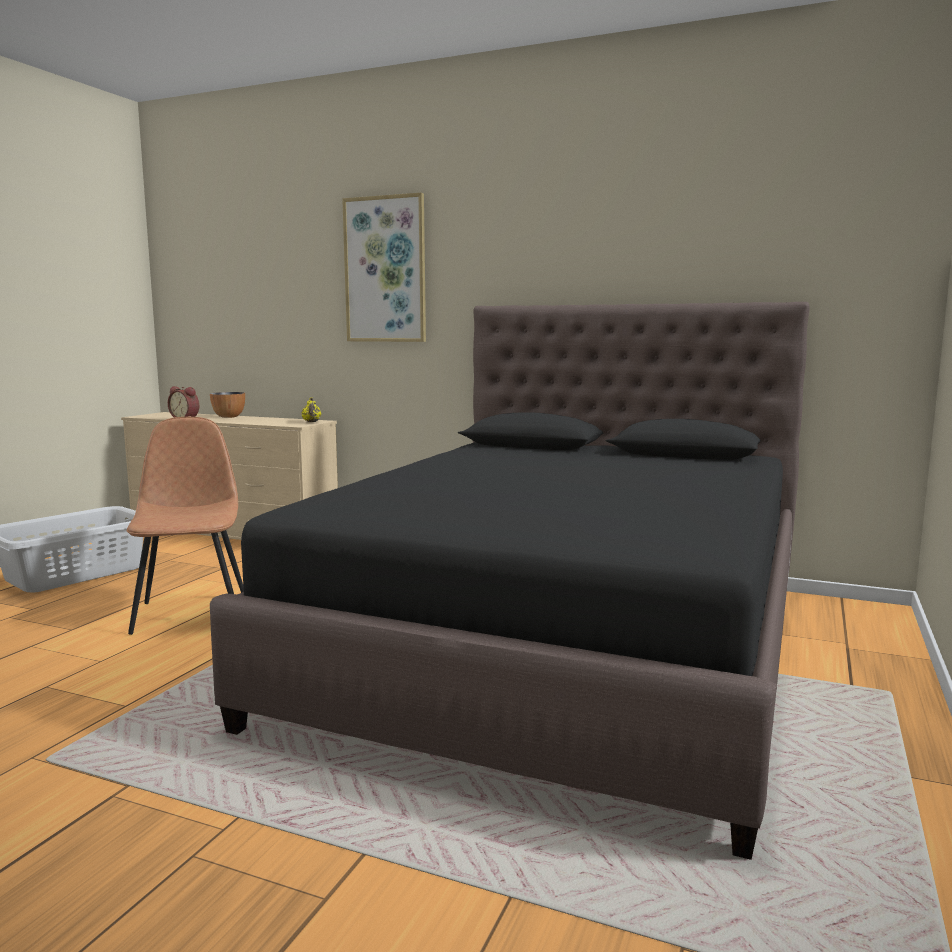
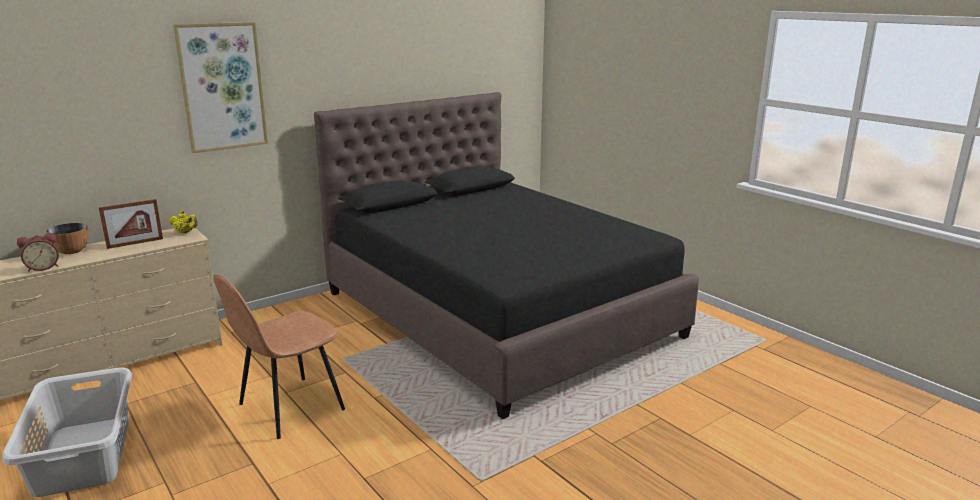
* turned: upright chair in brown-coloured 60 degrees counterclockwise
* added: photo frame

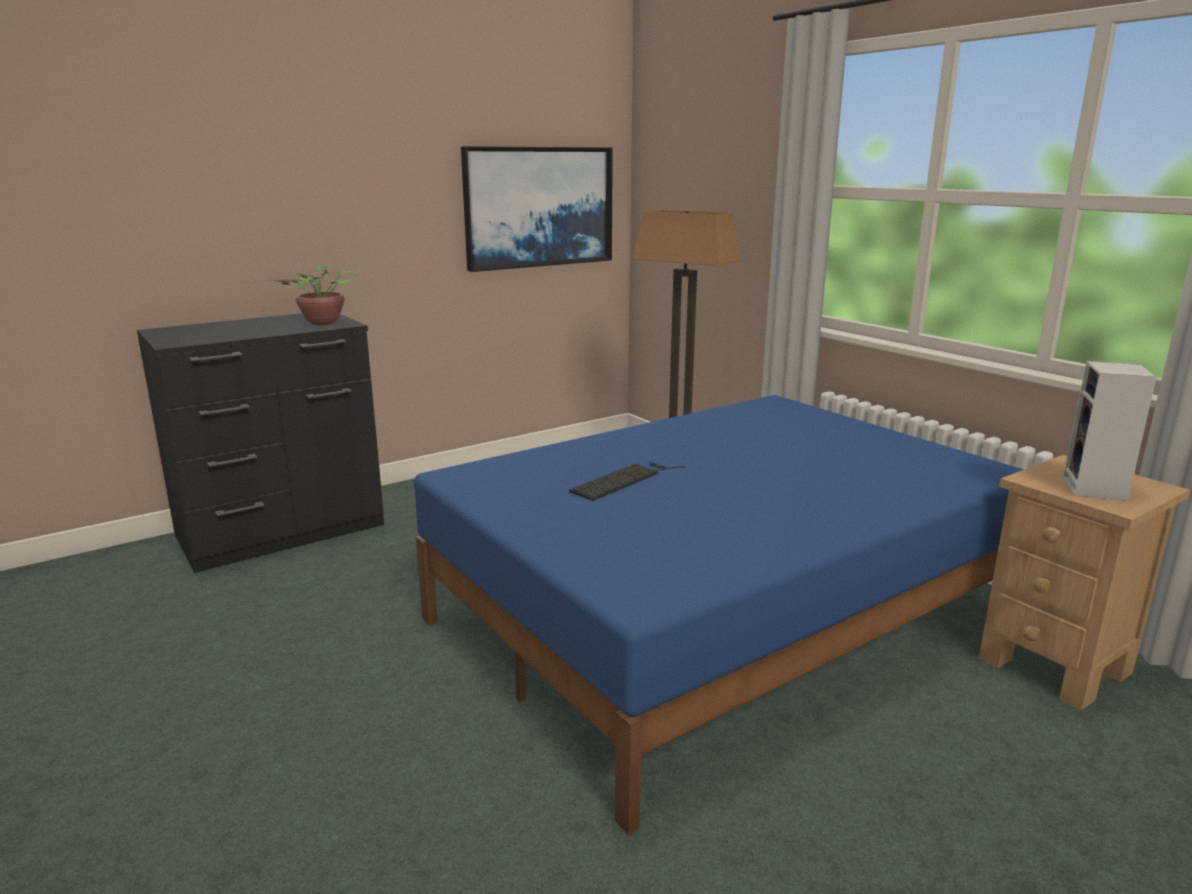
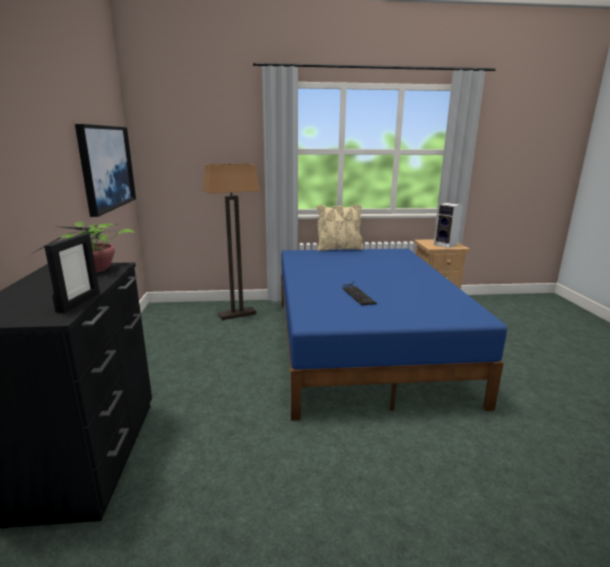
* added: photo frame
* added: pillow in beige-coloured

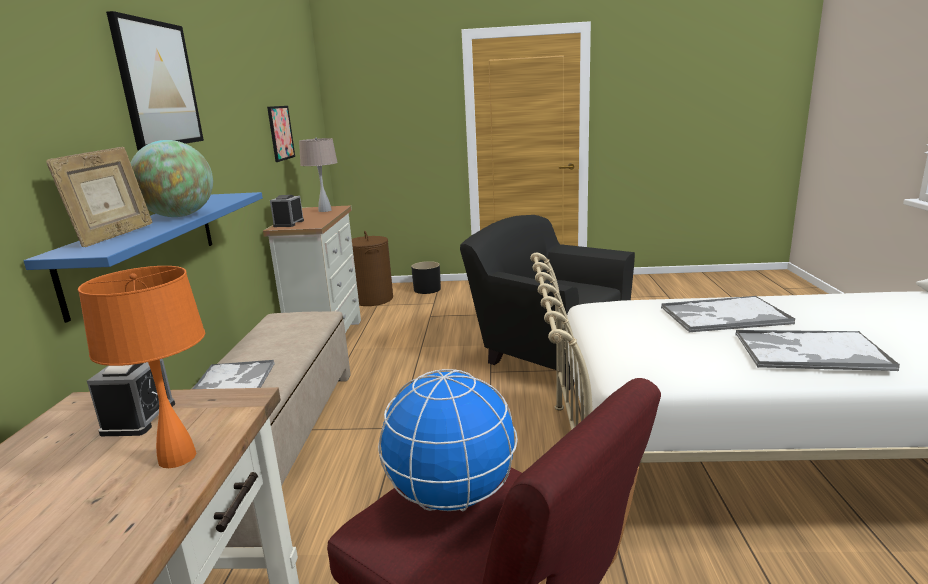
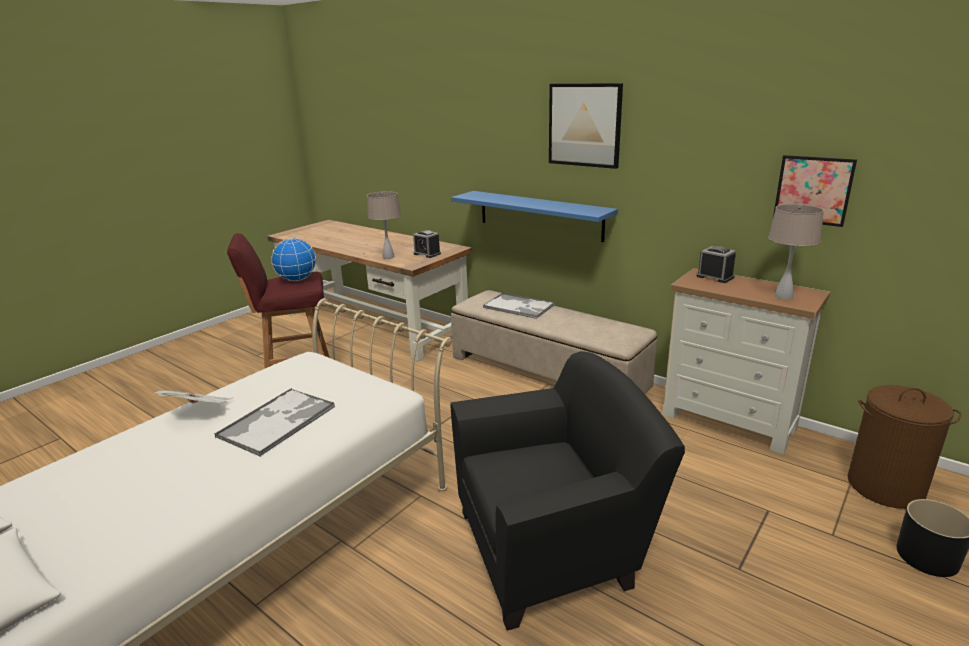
* removed: photo frame
* recoloured: table lamp in orange-coloured to table lamp in beige-coloured (1st from left)
* removed: globe (1st from left)
* replaced: tray (3rd from left) to newspaper

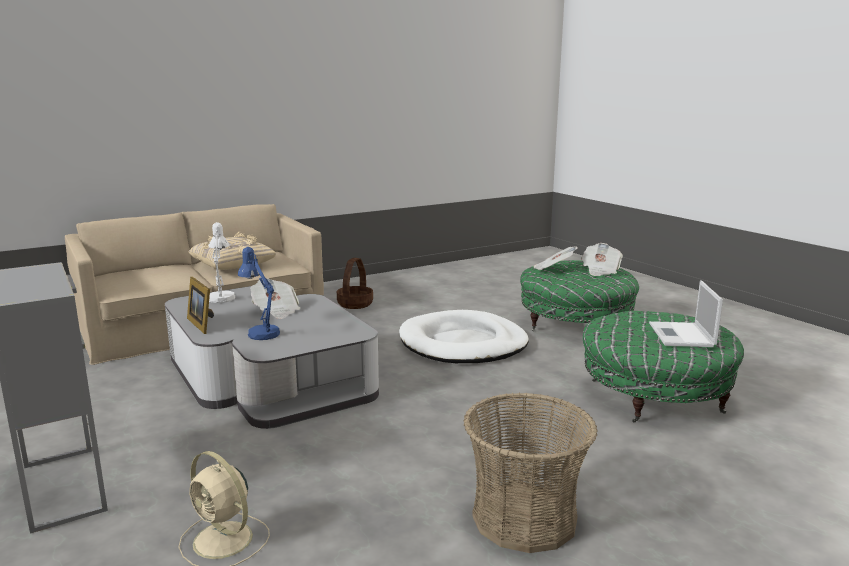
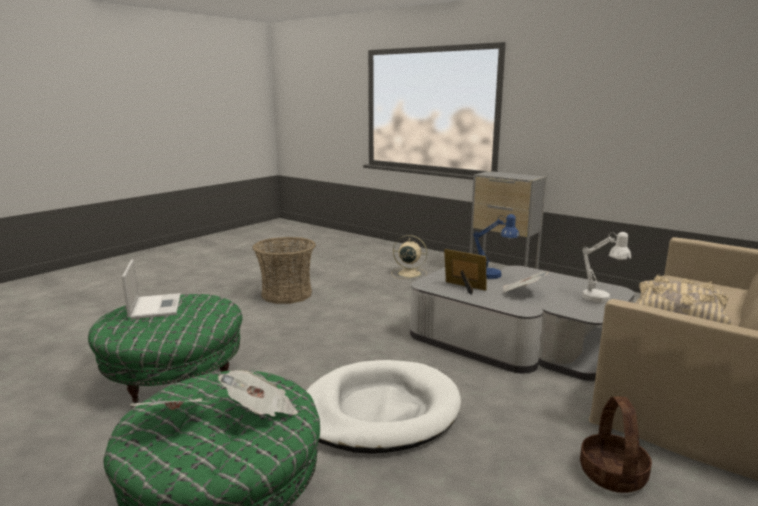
* moved: photo frame

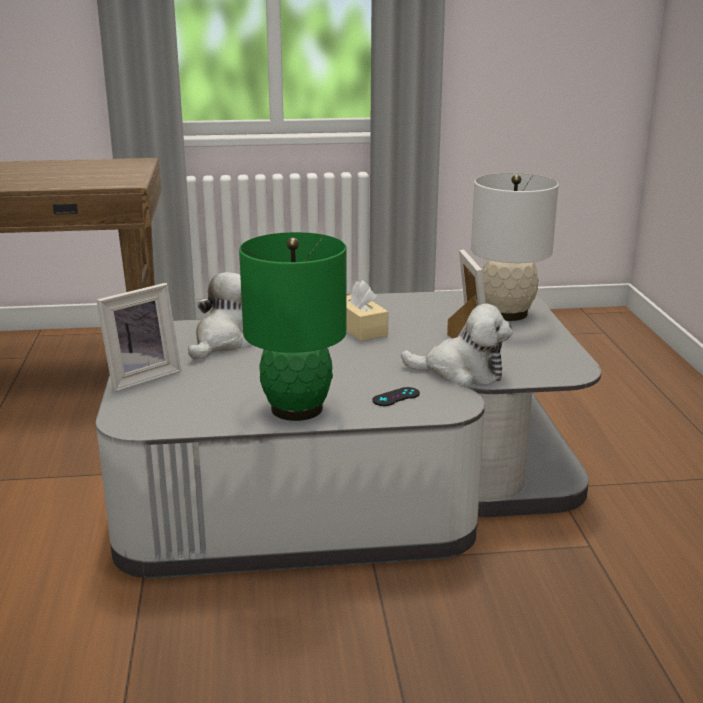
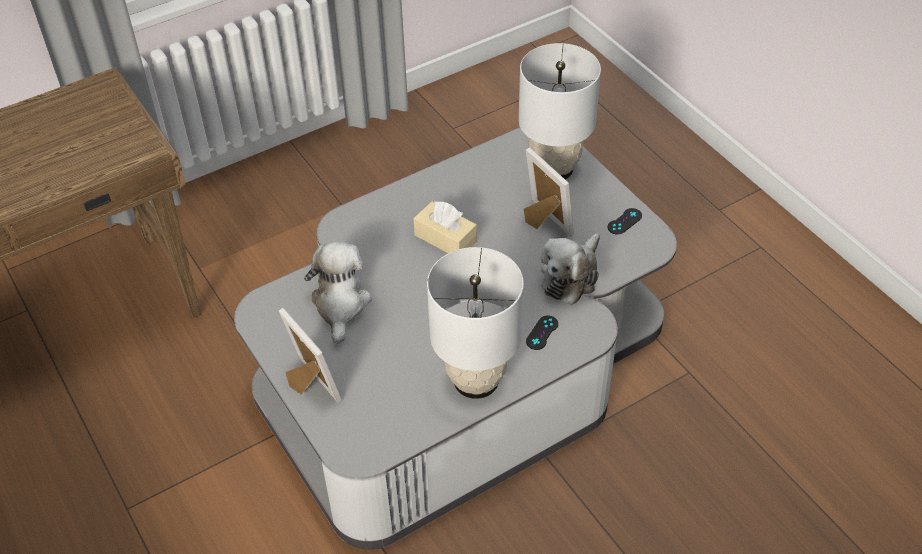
* turned: photo frame (1st from left) 60 degrees counterclockwise
* recoloured: table lamp in green-coloured to table lamp in whitish (1st from left)
* turned: plush toy (2nd from left) 135 degrees clockwise
* added: joypad in black (2nd from left)

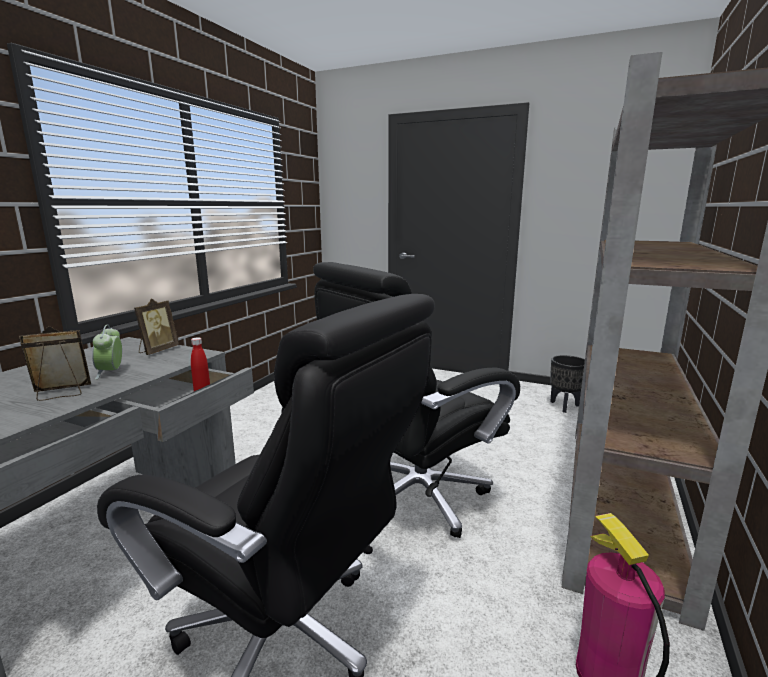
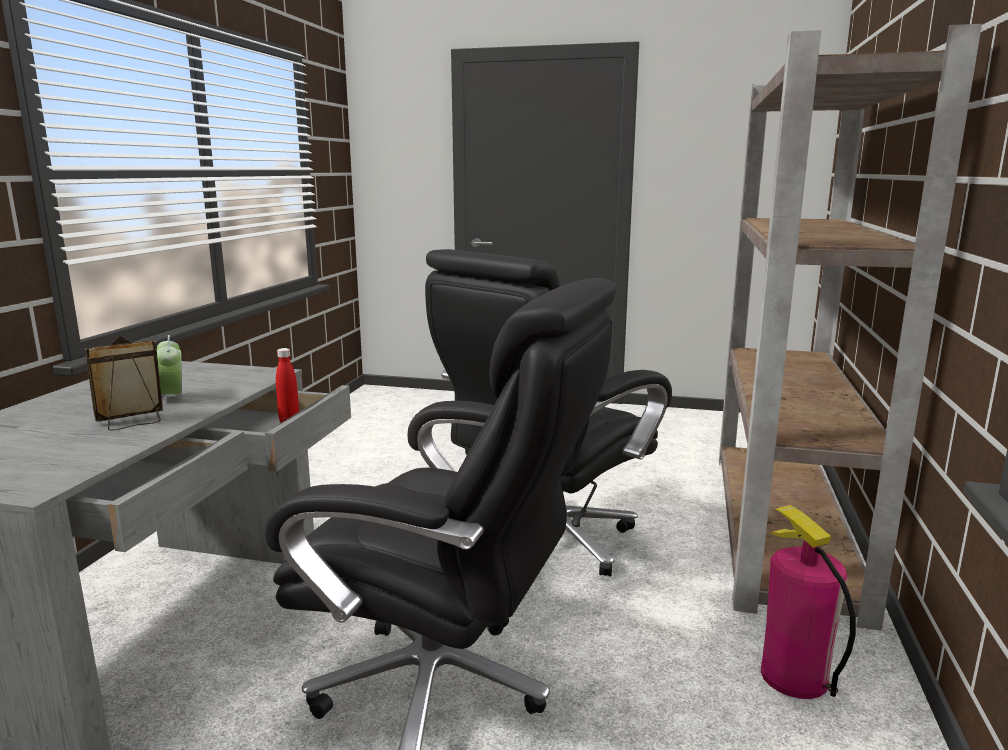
* removed: photo frame (2nd from left)
* removed: flower pot in black

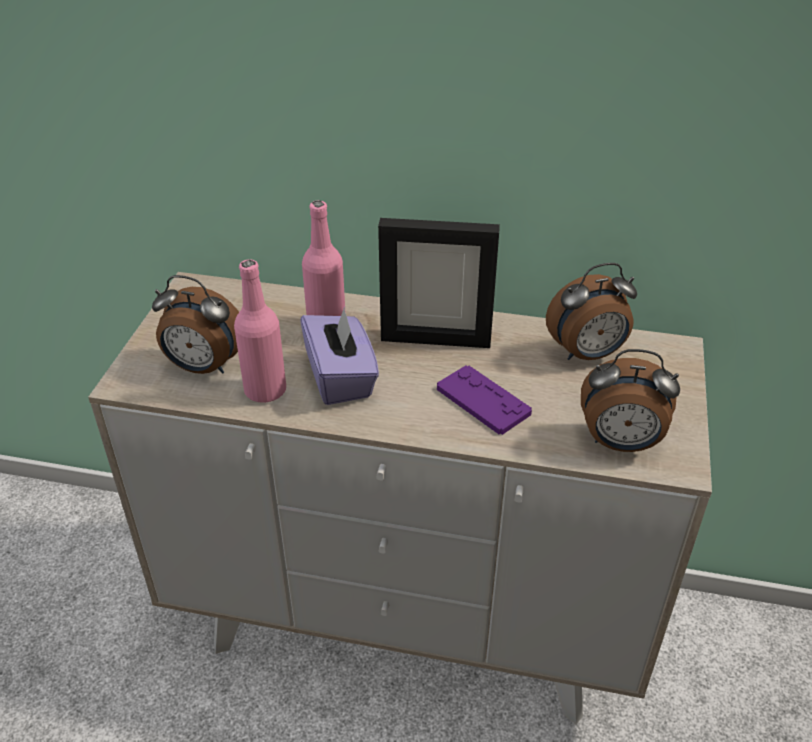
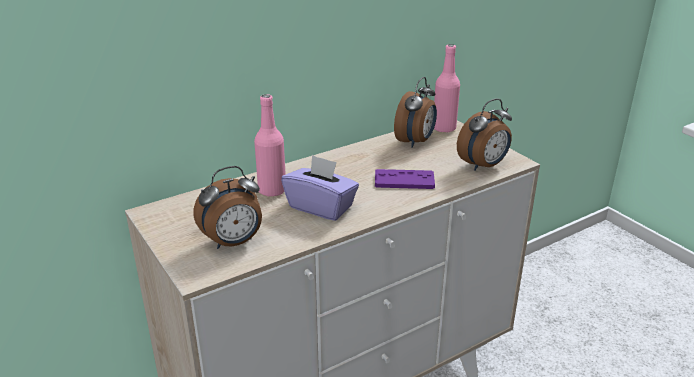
* moved: beverage bottle in pink (1st from left in the first image) to beverage bottle in pink (2nd from left)
* removed: photo frame

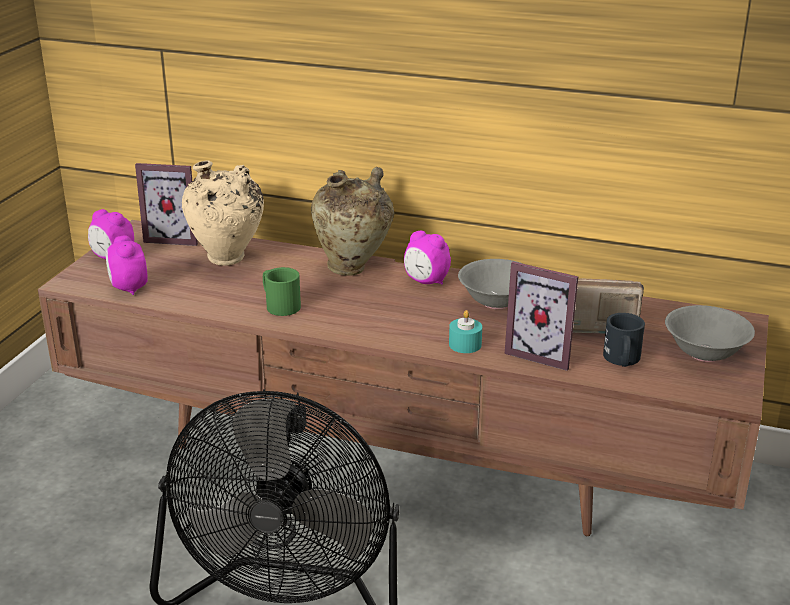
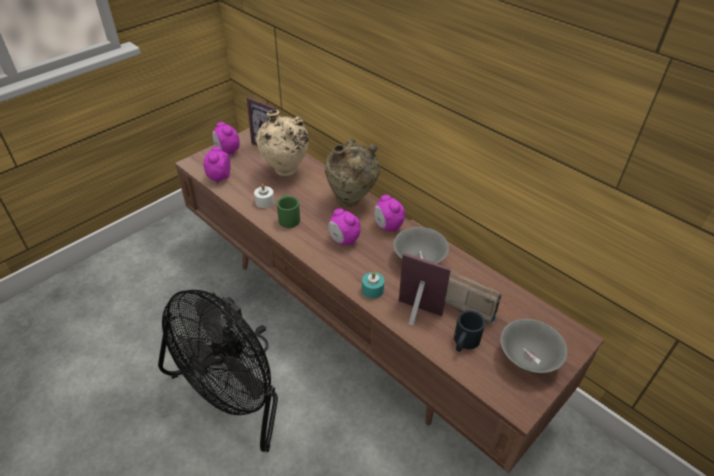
* turned: photo frame (2nd from left) 150 degrees clockwise
* added: wax candle in whitish
* added: bedside clock (3rd from left)

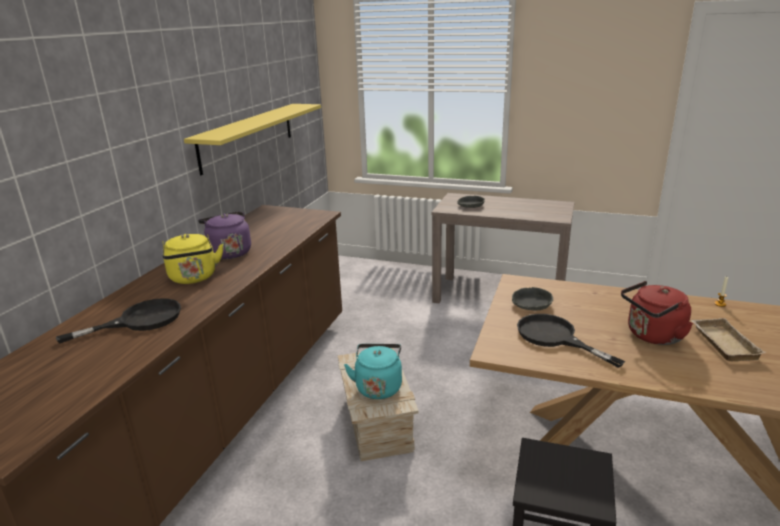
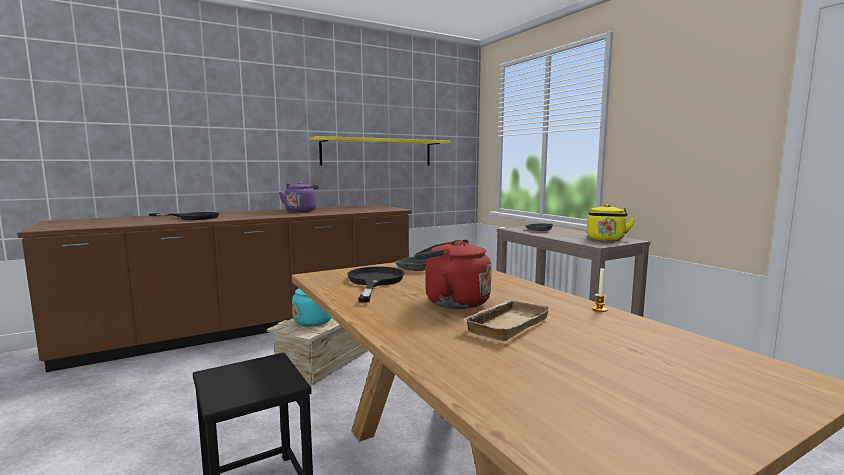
* moved: kettle in yellow-coloured

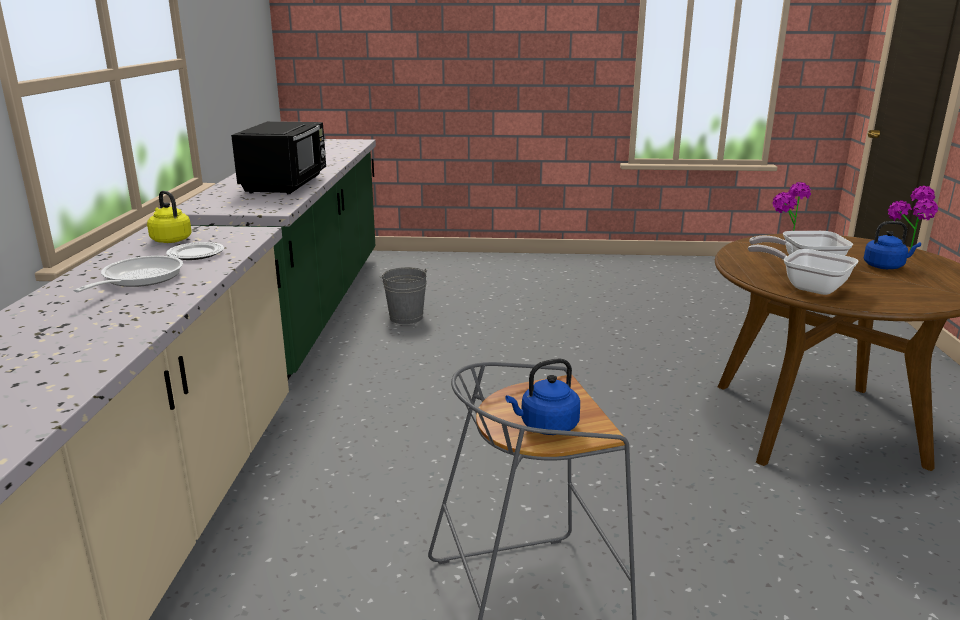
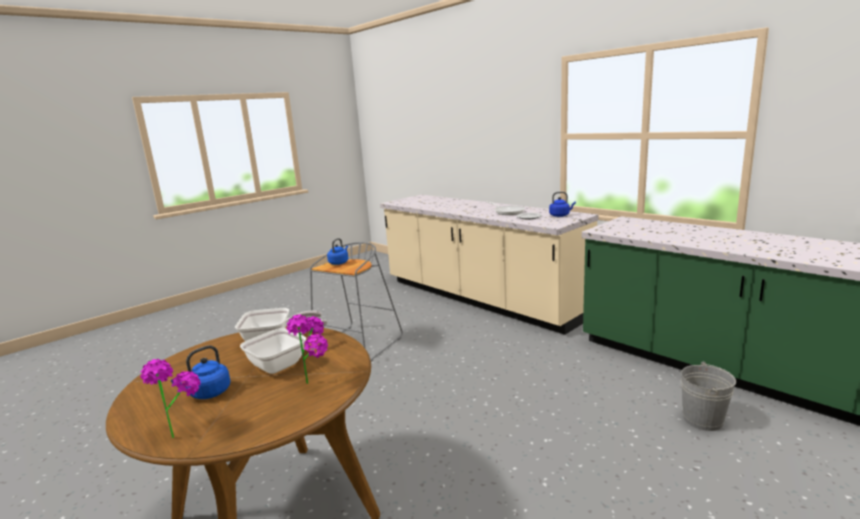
* recoloured: kettle in yellow-coloured to kettle in blue (3rd from left)
* removed: microwave in black

